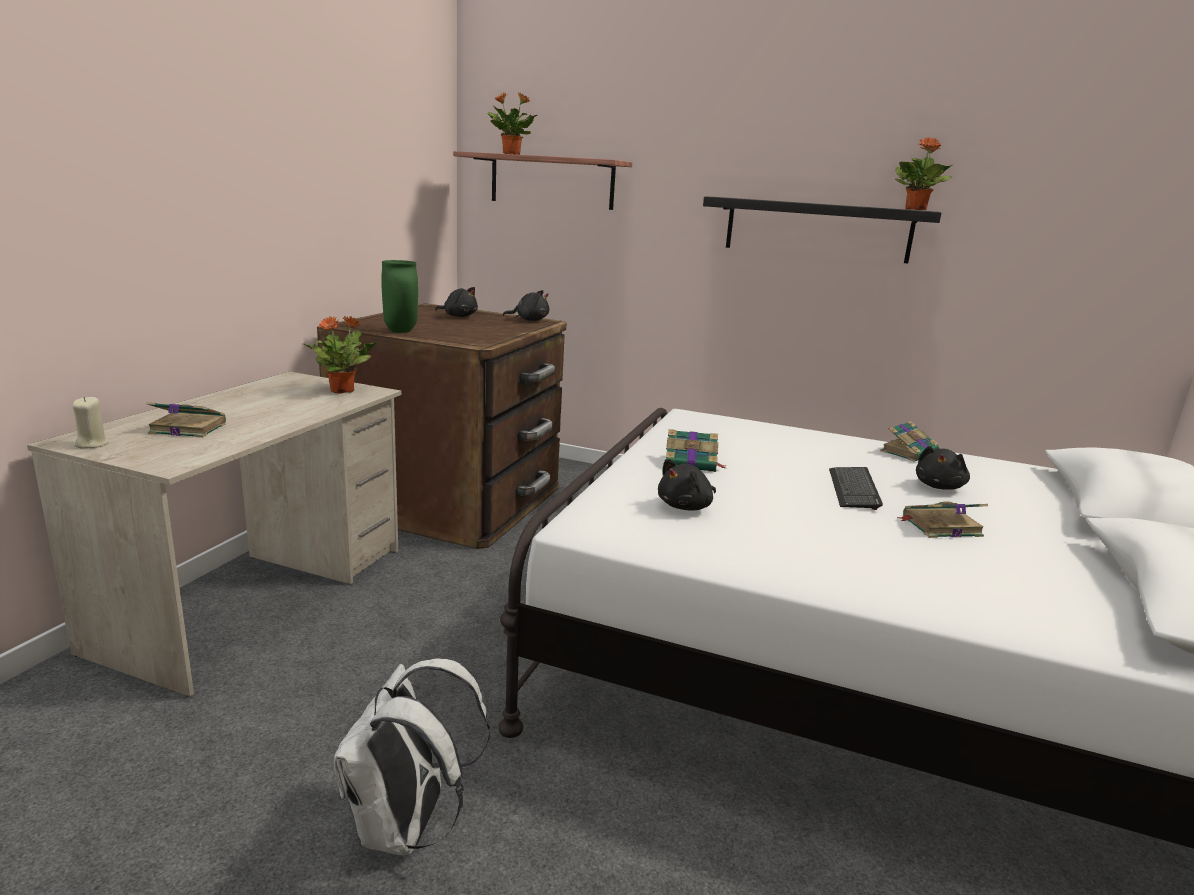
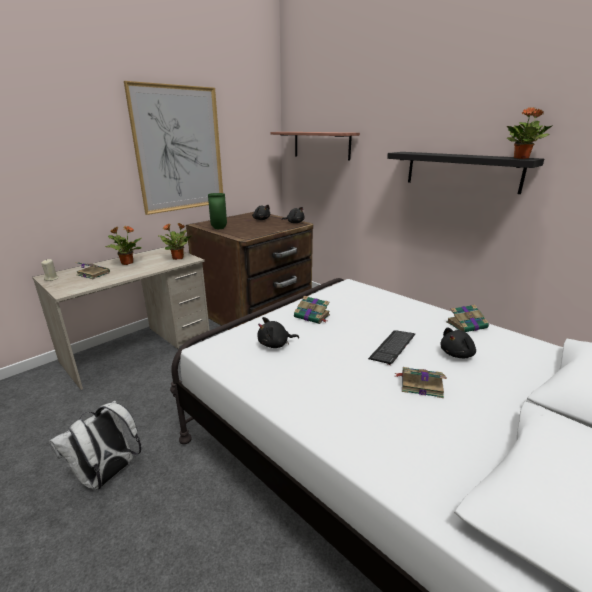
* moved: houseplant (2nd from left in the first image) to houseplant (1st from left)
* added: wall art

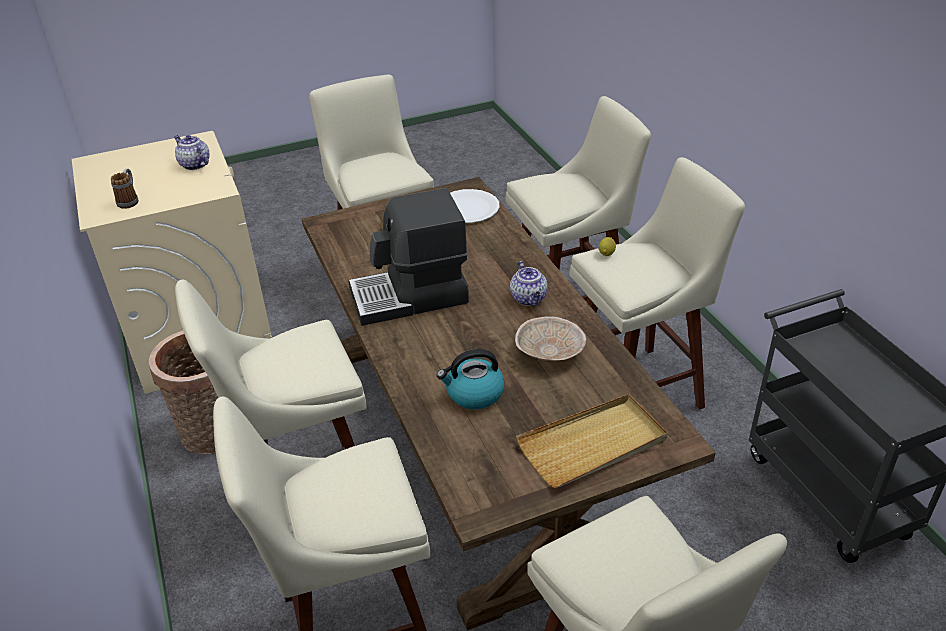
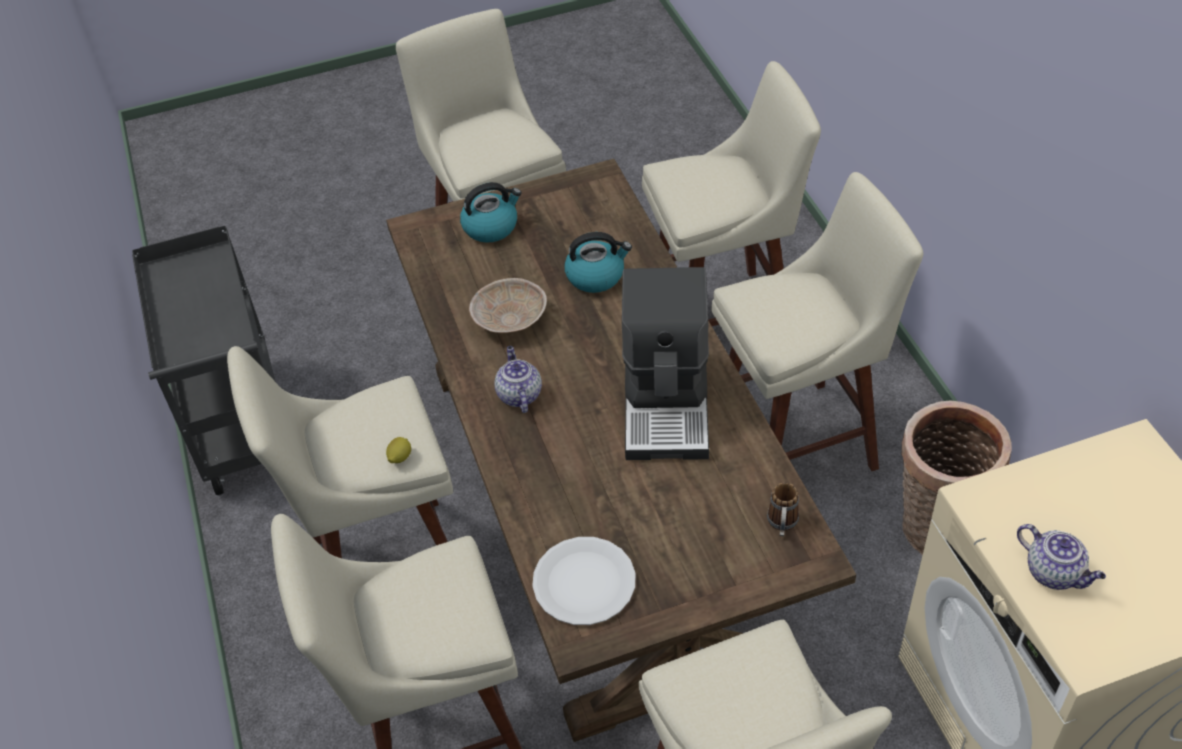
* moved: coffee mug
* turned: coffee machine 105 degrees clockwise
* replaced: tray in beige-coloured to kettle (1st from left)

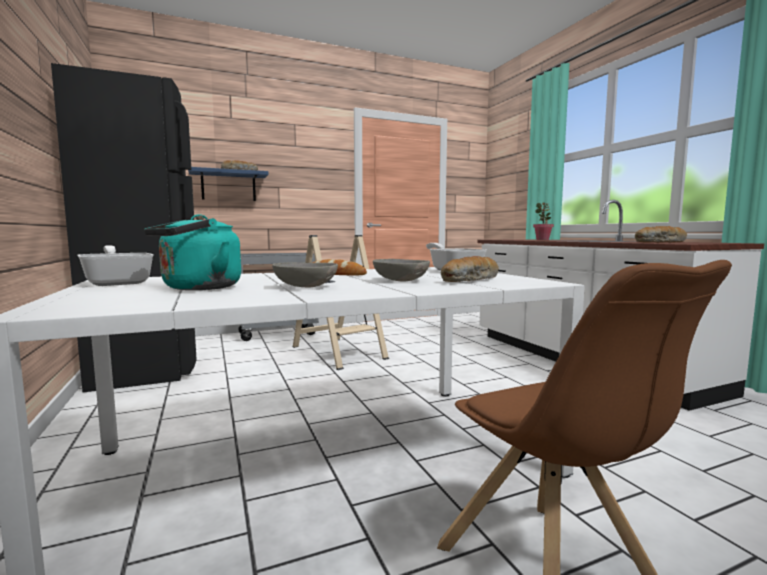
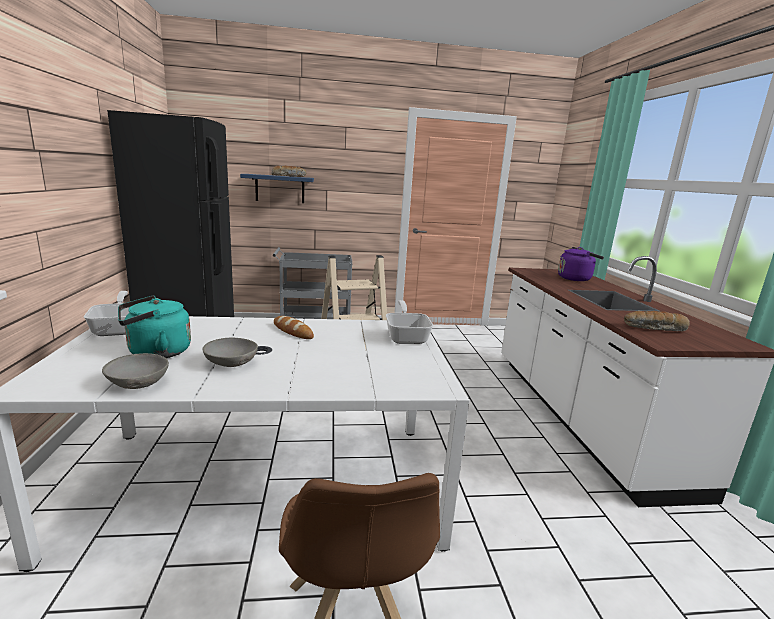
* moved: bowl in gray (2nd from left in the first image) to bowl in gray (1st from left)
* removed: bakery bread (3rd from left)
* replaced: houseplant to kettle in purple-coloured

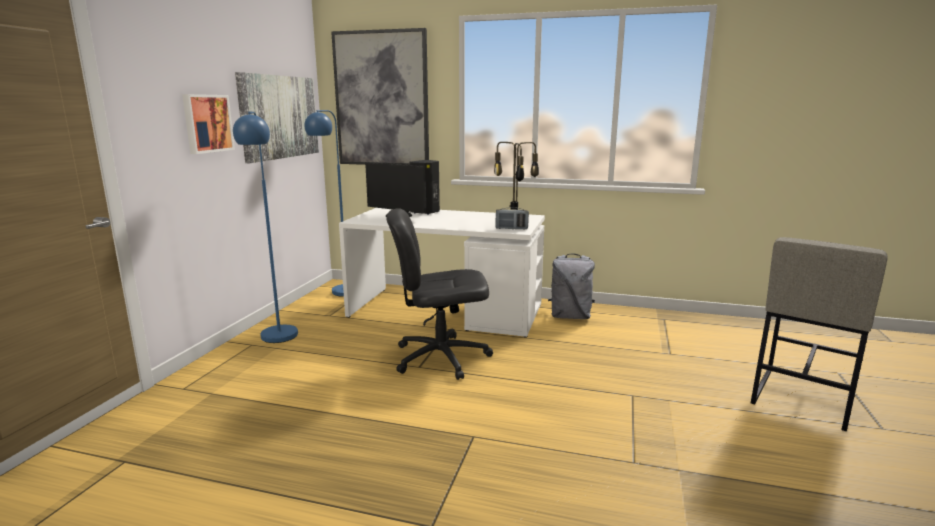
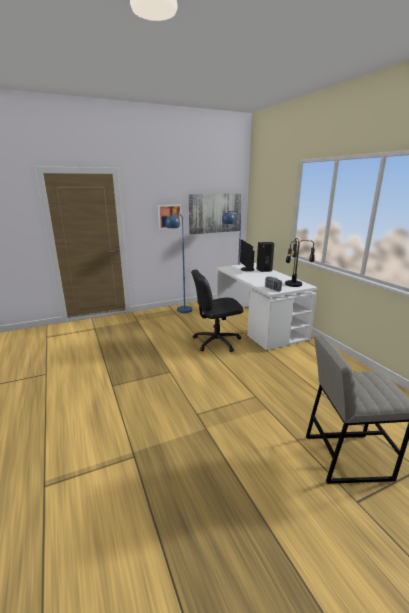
* removed: wall art (3rd from left)
* turned: office chair in black 60 degrees counterclockwise
* removed: knapsack in gray

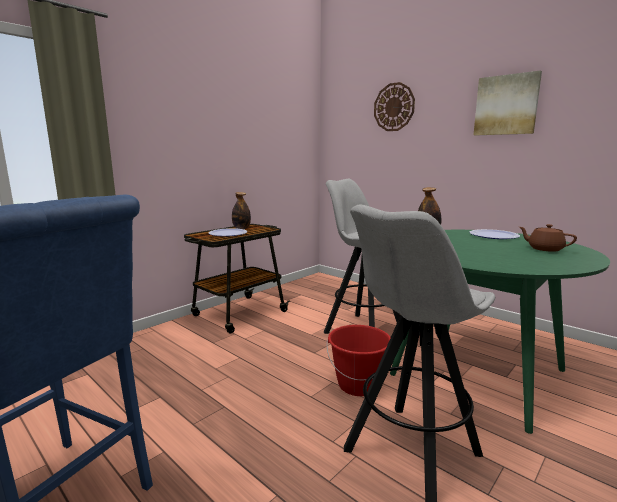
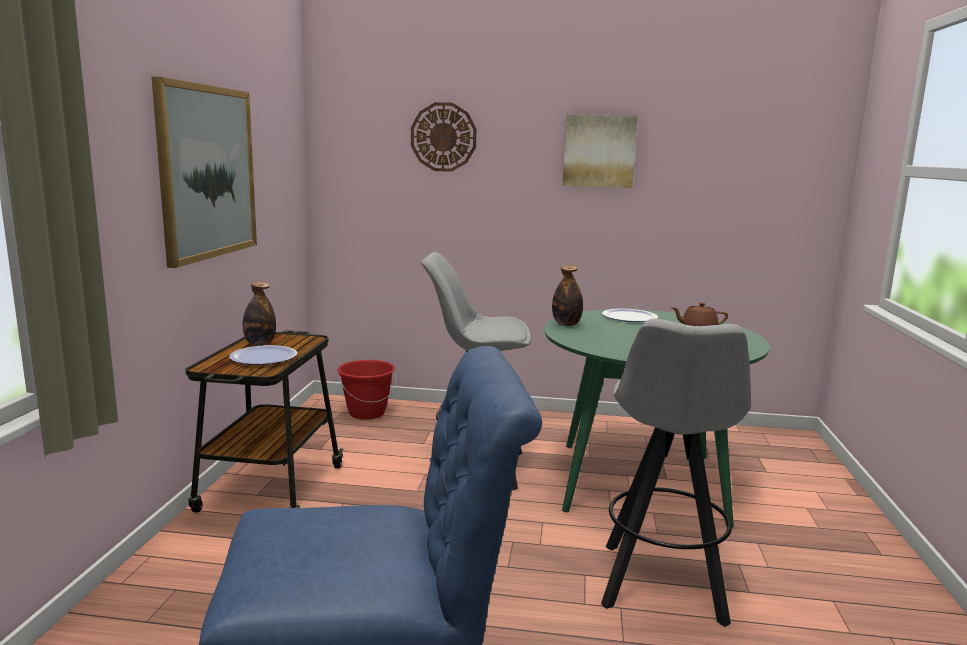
* moved: bucket in red
* added: wall art (1st from left)

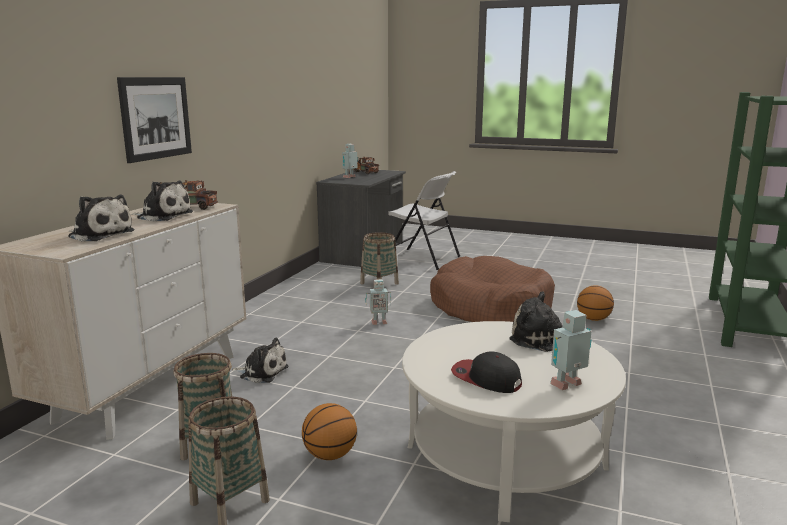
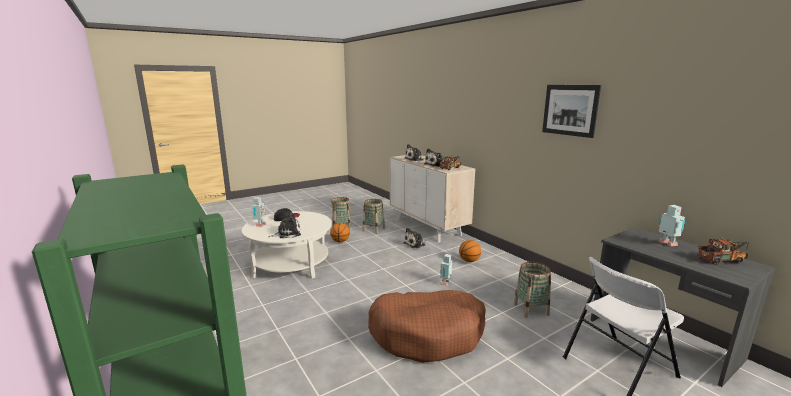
* moved: wall art
* moved: ball for basketball (2nd from left)

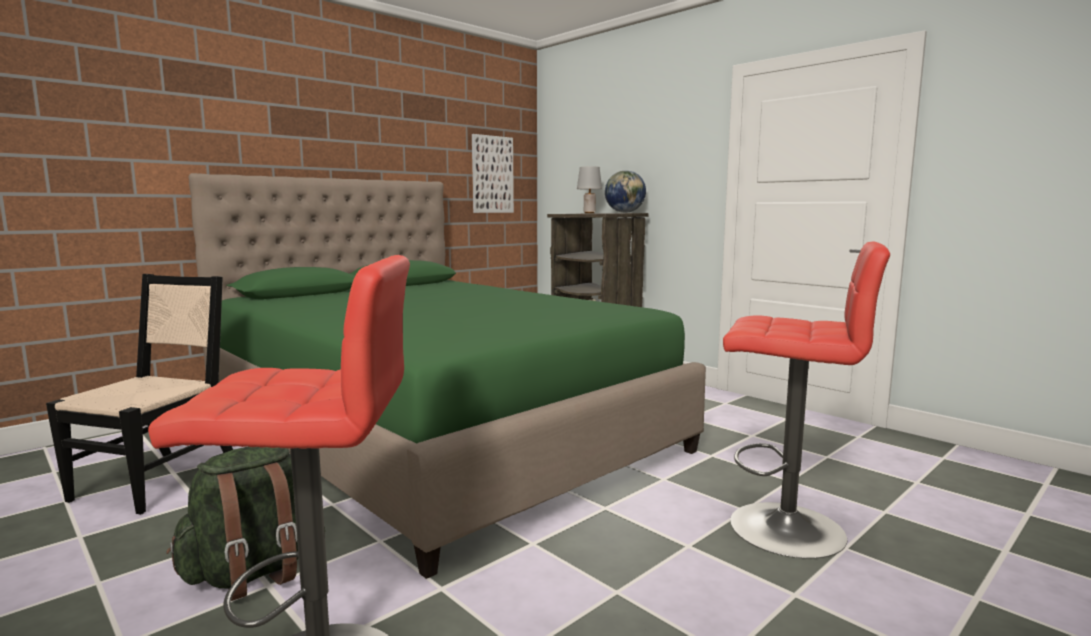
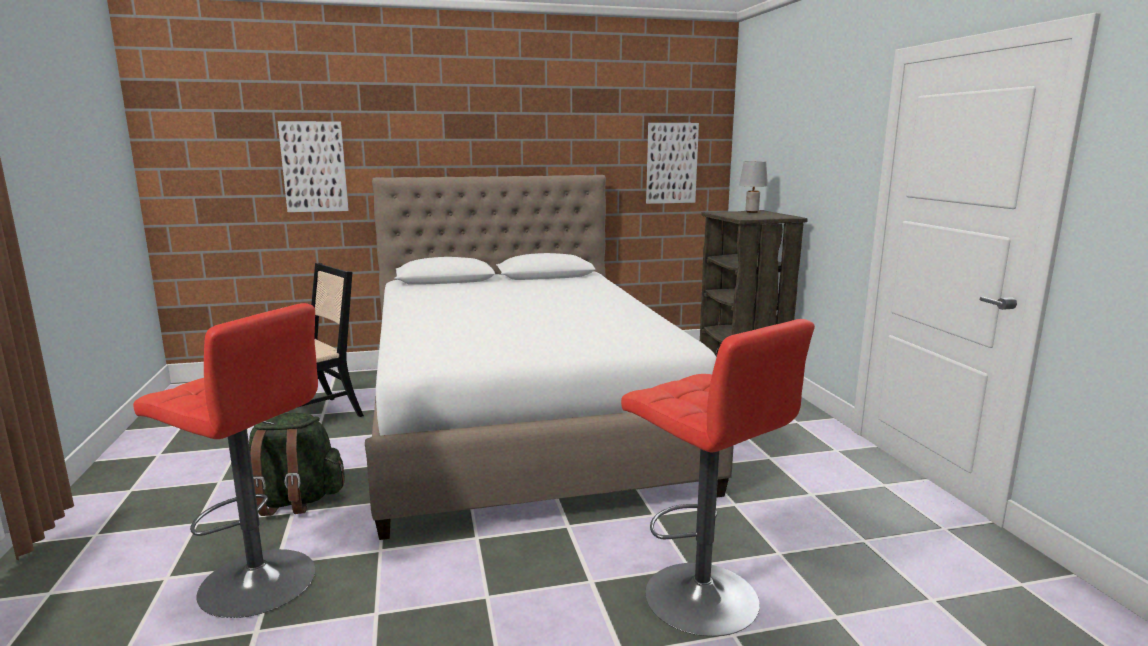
* recoloured: bed in green-coloured to bed in whitish
* removed: globe
* added: wall art (1st from left)

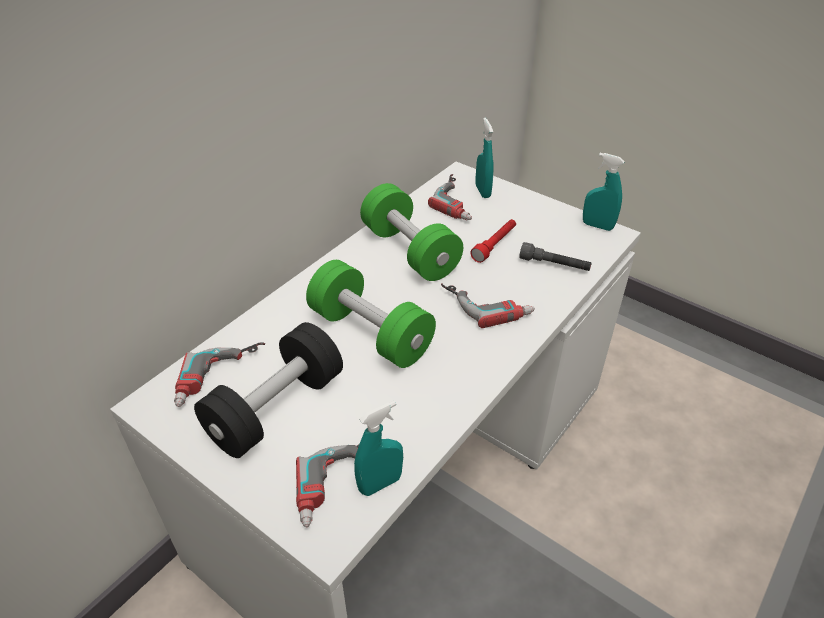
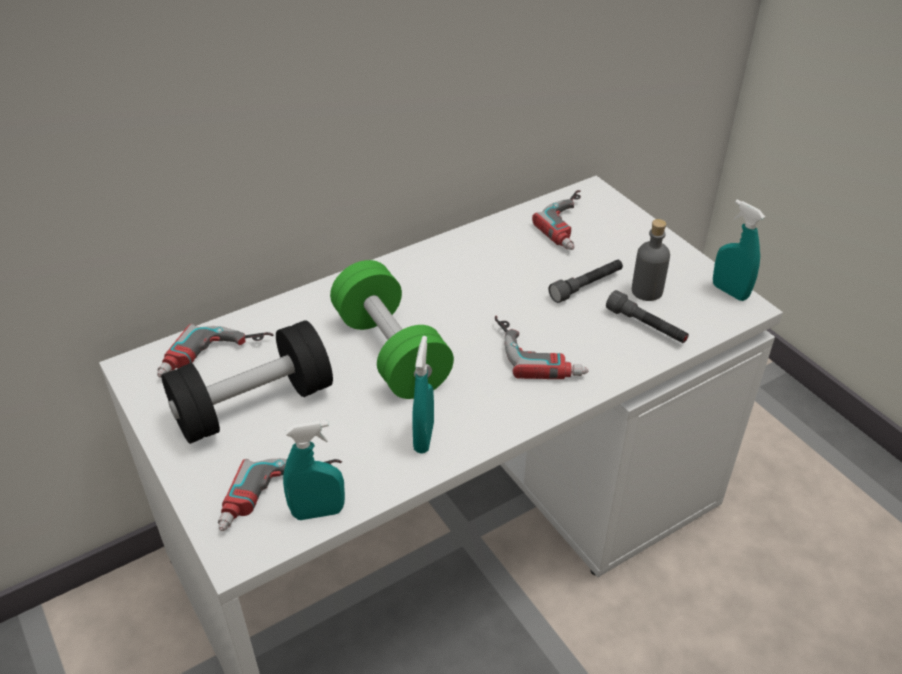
* removed: dumbbell in green-coloured (2nd from left)
* recoloured: torch in red to torch in gray (1st from left)
* moved: hand sprayer in turquoise (2nd from left)
* added: beverage bottle in gray

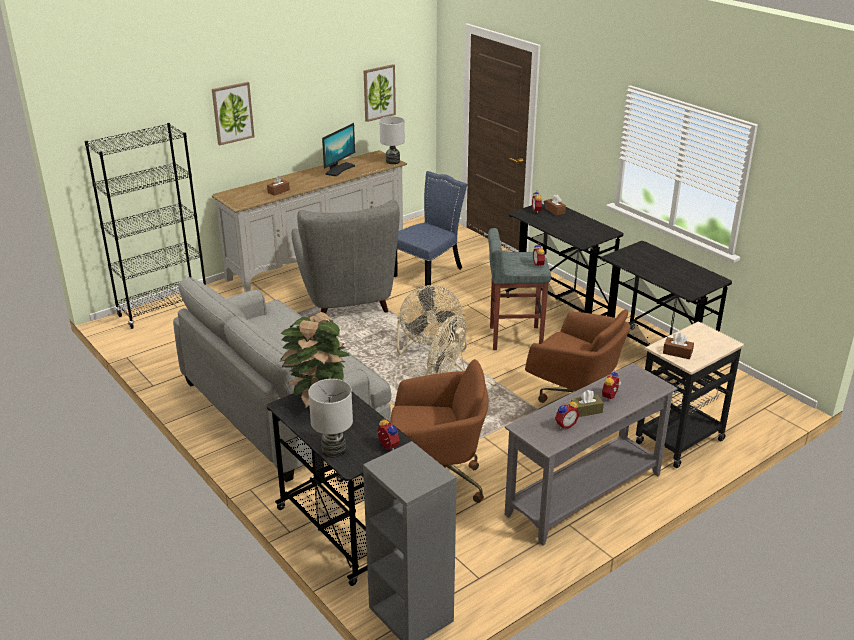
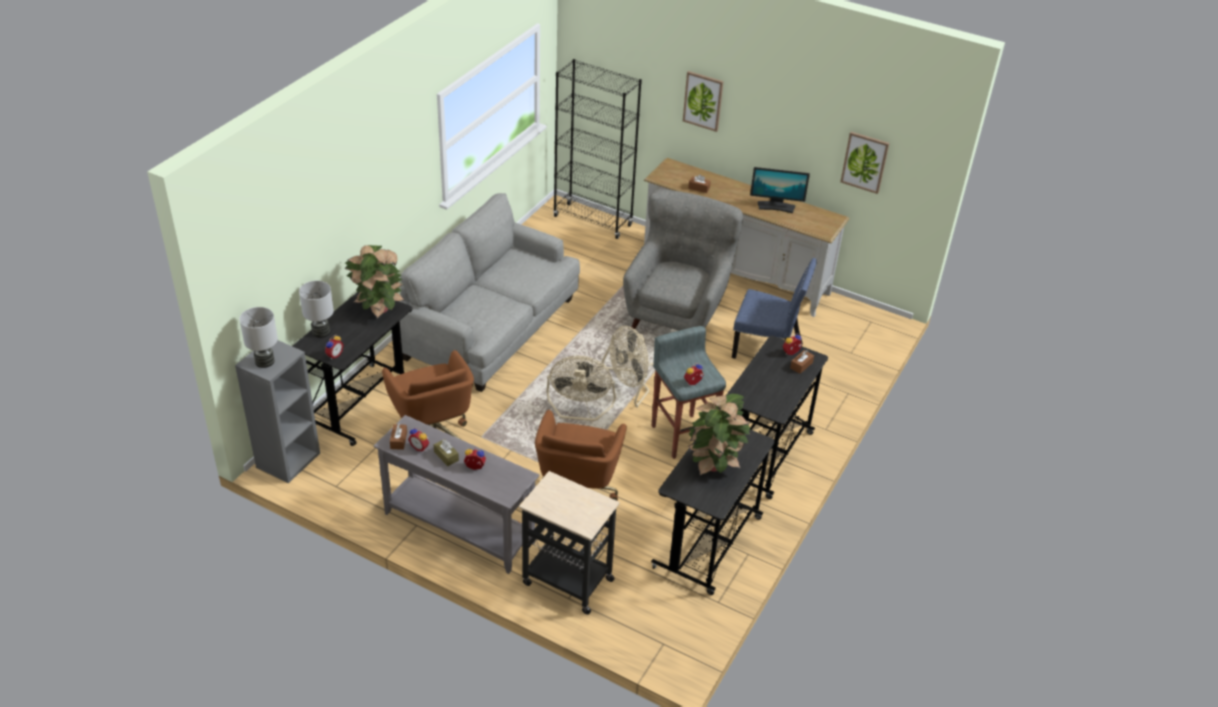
* turned: lounge chair in gray 150 degrees clockwise
* moved: table lamp in gray (2nd from left in the first image) to table lamp in gray (1st from left)
* moved: tissue box in brown-coloured (4th from left in the first image) to tissue box in brown-coloured (1st from left)
* added: houseplant (2nd from left)

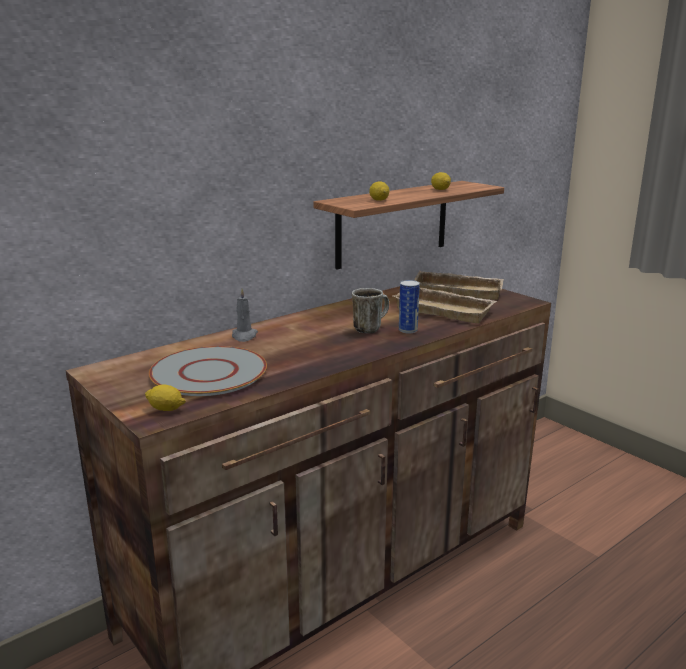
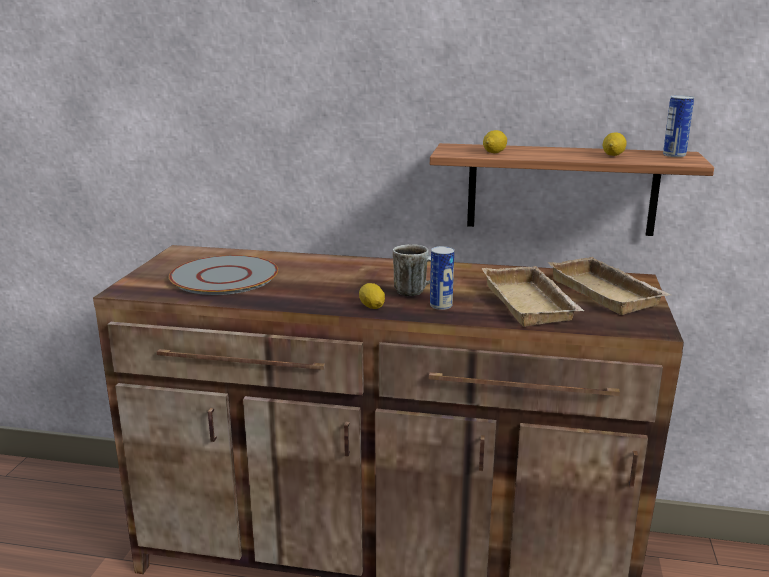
* moved: citrus fruit (1st from left)
* removed: wax candle in gray
* added: sealed can (2nd from left)

